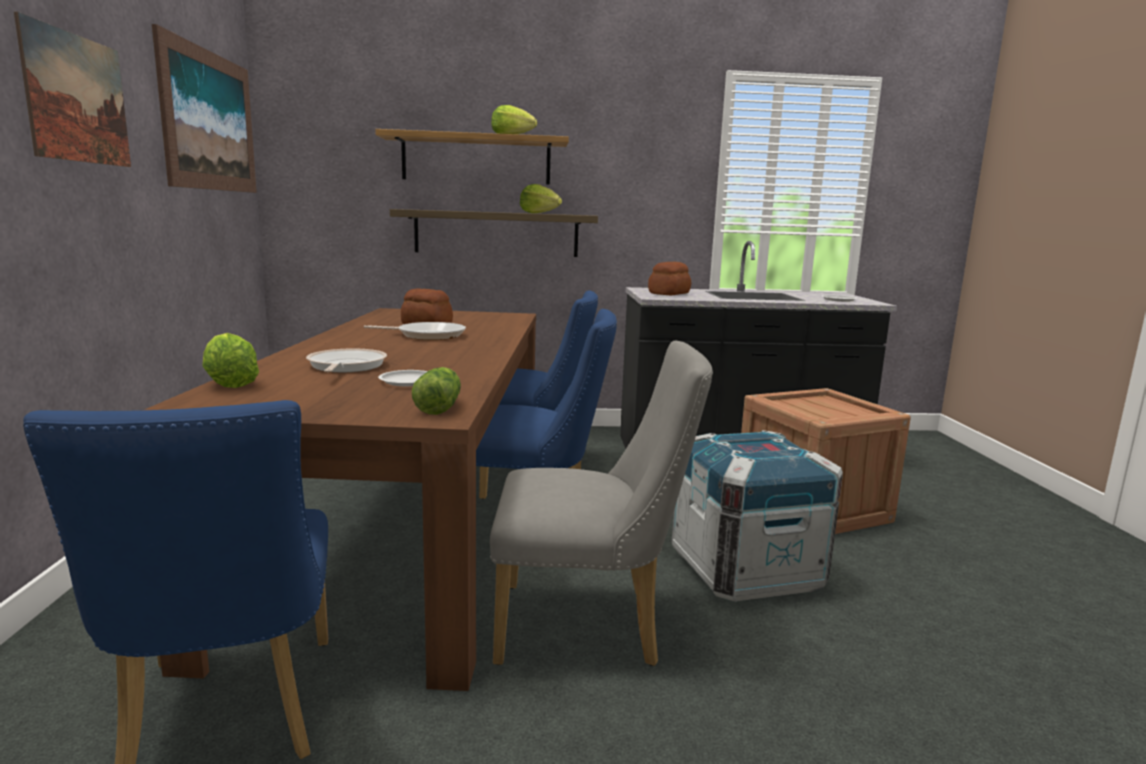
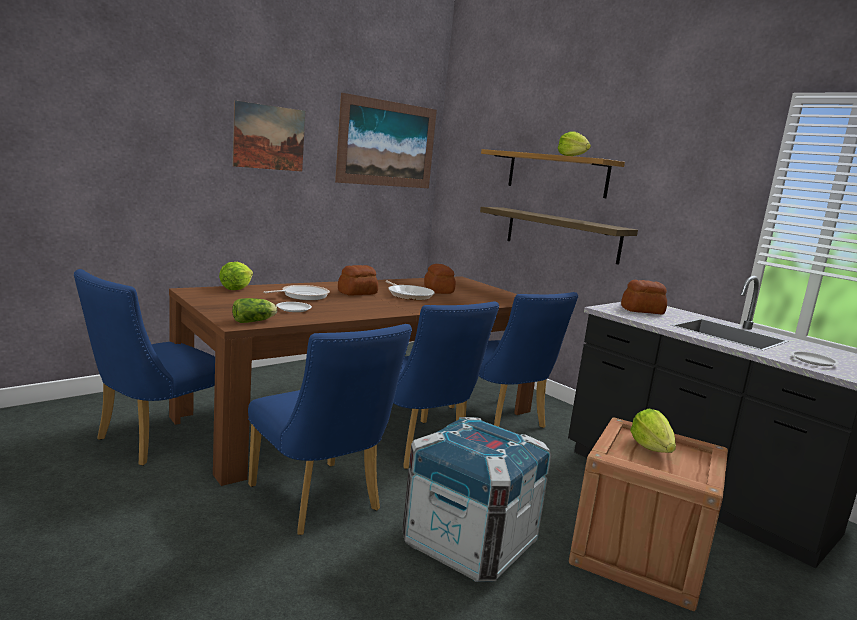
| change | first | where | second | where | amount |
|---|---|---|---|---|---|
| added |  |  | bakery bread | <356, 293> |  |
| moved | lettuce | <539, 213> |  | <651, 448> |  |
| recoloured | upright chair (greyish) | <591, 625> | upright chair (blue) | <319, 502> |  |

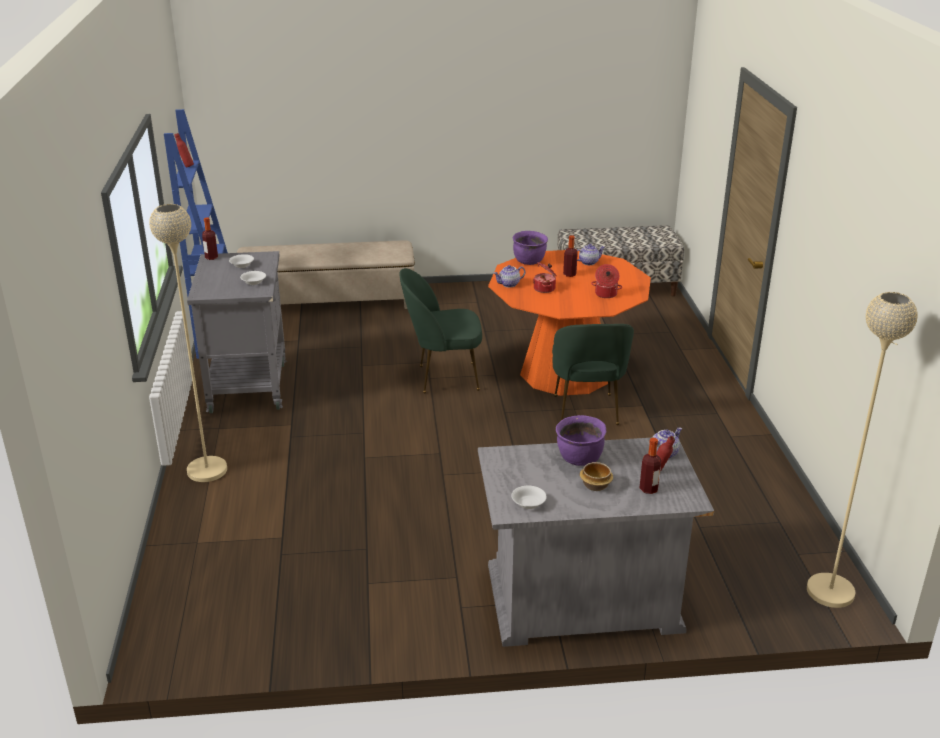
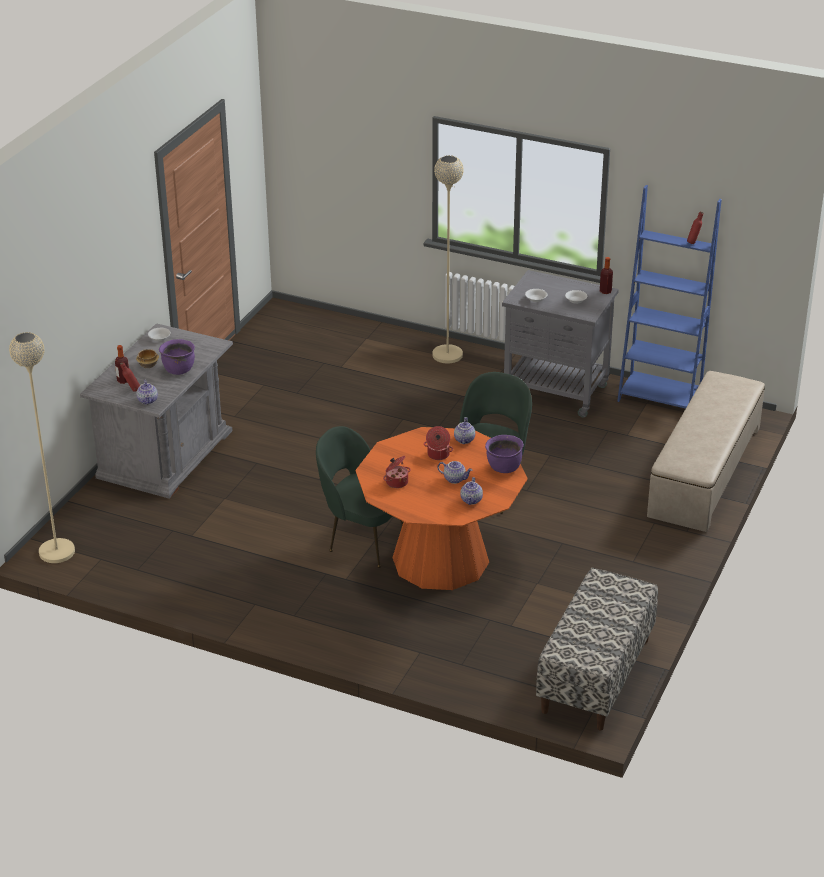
| change | first | where | second | where | amount |
|---|---|---|---|---|---|
| replaced | drink bottle | <569, 274> | teapot | <455, 479> |  |

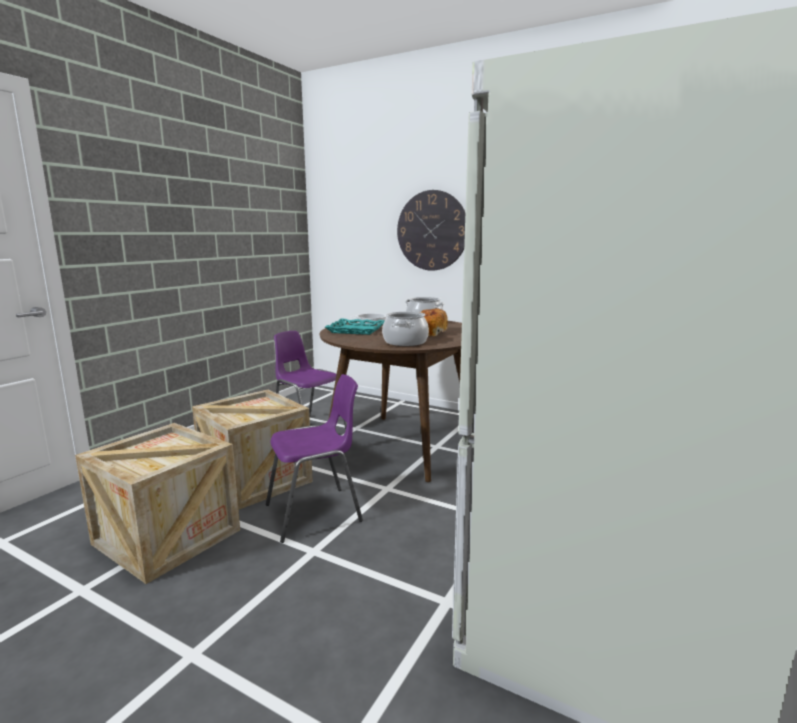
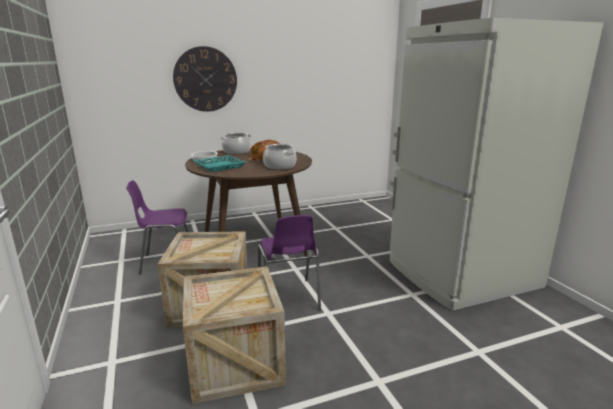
| change | first | where | second | where | amount |
|---|---|---|---|---|---|
| turned | upright chair (purple-coloured) | <316, 513> |  | <288, 299> | 150 degrees clockwise |

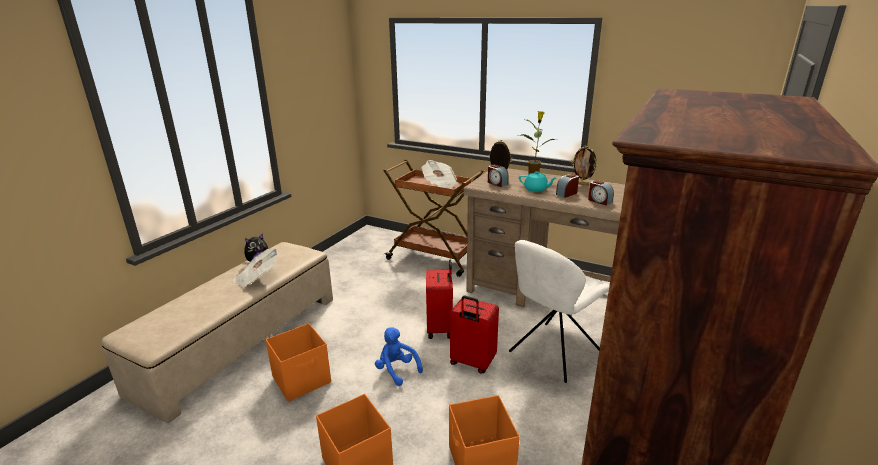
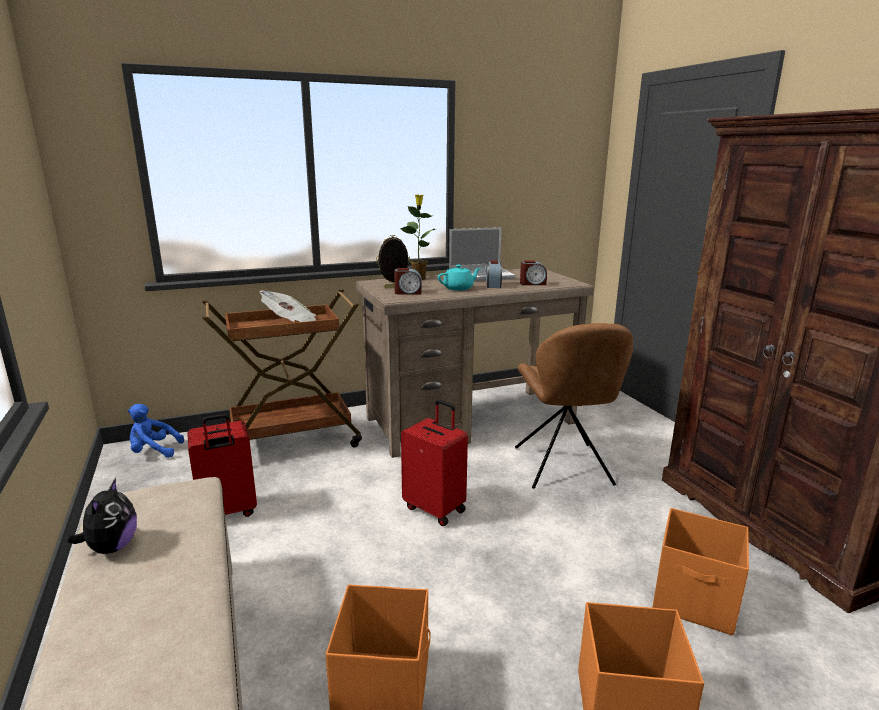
| change | first | where | second | where | amount |
|---|---|---|---|---|---|
| removed | printed paper | <257, 278> |  |  |  |
| moved | soft toy (blue) | <396, 370> |  | <153, 451> |  |
| moved | piece of luggage (red-coloured) | <472, 363> |  | <227, 512> |  |
| replaced | picture frame | <582, 184> | portable computer | <481, 276> |  |
| recoloured | upright chair (white) | <552, 353> | upright chair (brown-coloured) | <563, 468> |  |

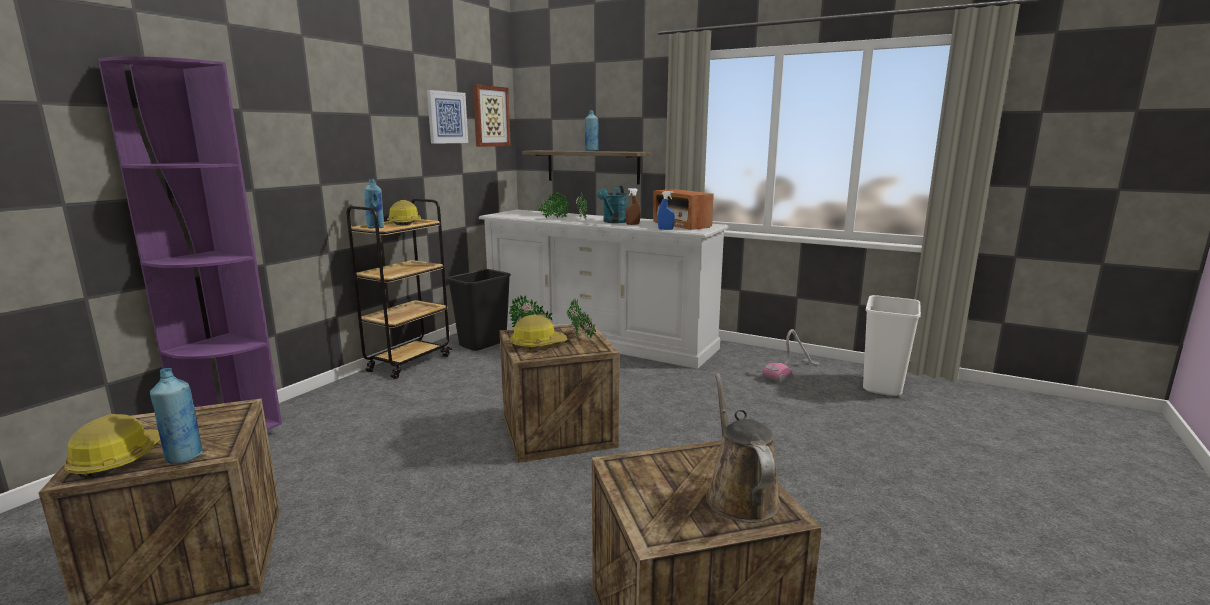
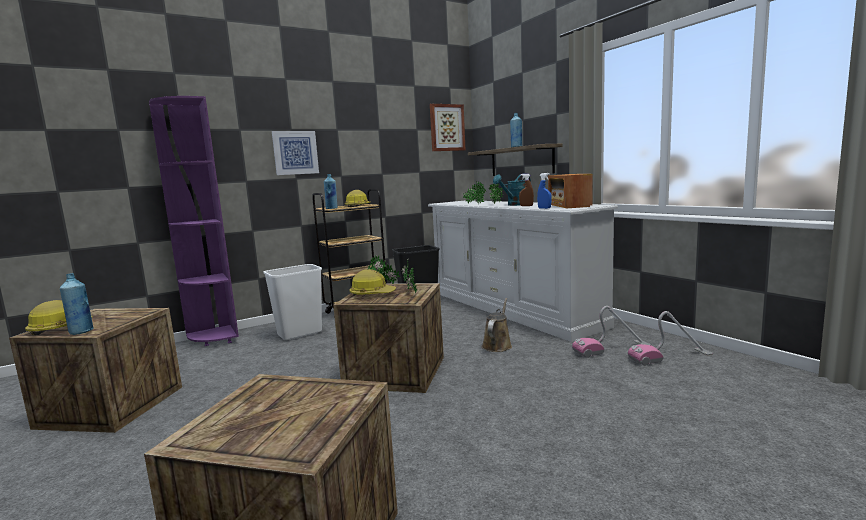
| change | first | where | second | where | amount |
|---|---|---|---|---|---|
| added |  |  | vacuum cleaner | <612, 349> |  |
| moved | picture | <447, 117> |  | <295, 152> |  |
| moved | watering pot (brown-coloured) | <739, 495> |  | <497, 345> |  |
| moved | trash can (white) | <883, 386> |  | <299, 334> |  |

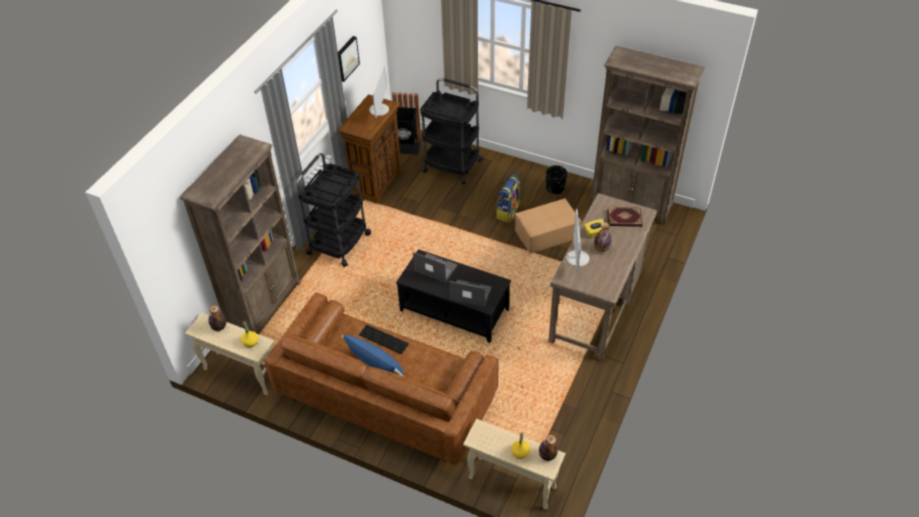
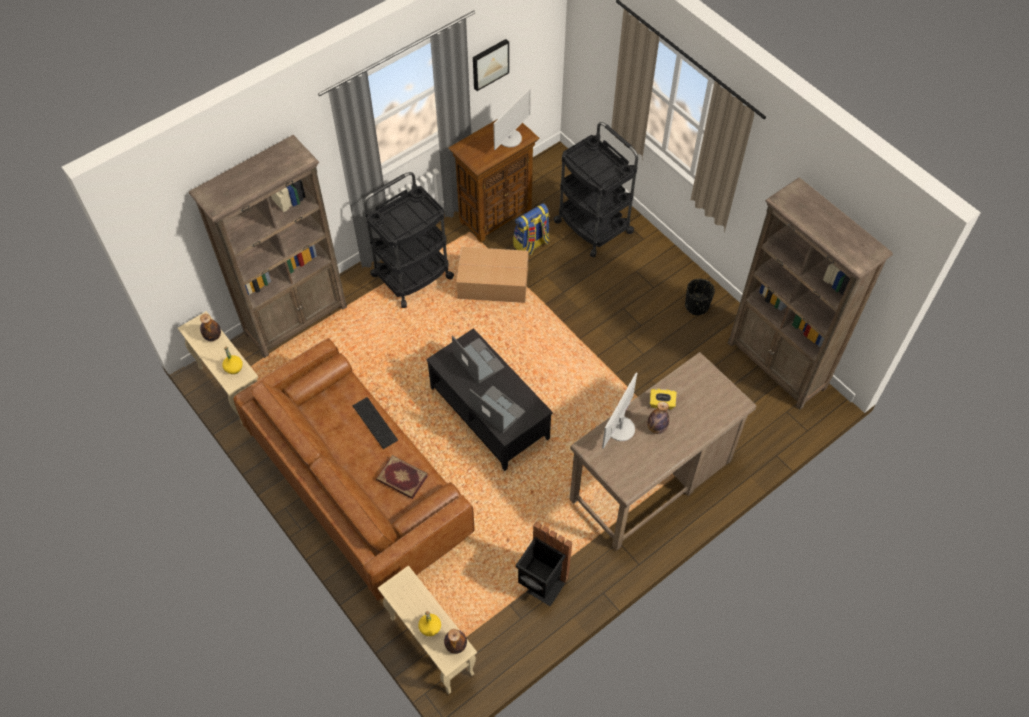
| change | first | where | second | where | amount |
|---|---|---|---|---|---|
| removed | cushion (blue) | <375, 364> |  |  |  |
| moved | trash can (black-coloured) | <407, 147> |  | <541, 584> |  |
| moved | knapsack | <508, 213> |  | <531, 244> |  |
| moved | packing box | <548, 234> |  | <494, 284> |  |
| moved | volume | <624, 218> |  | <401, 478> |  |

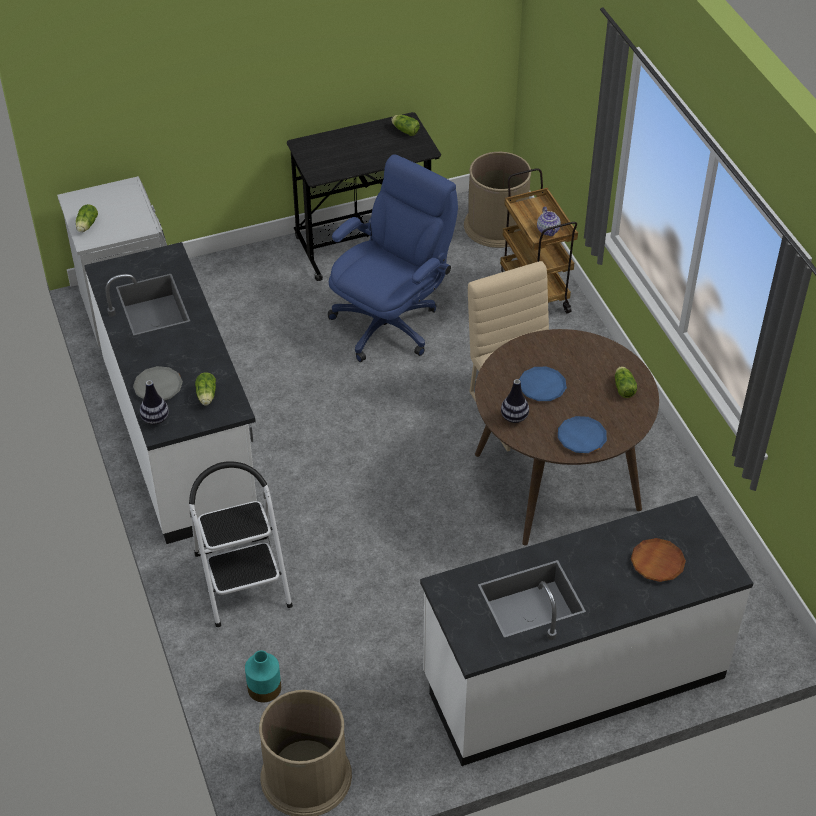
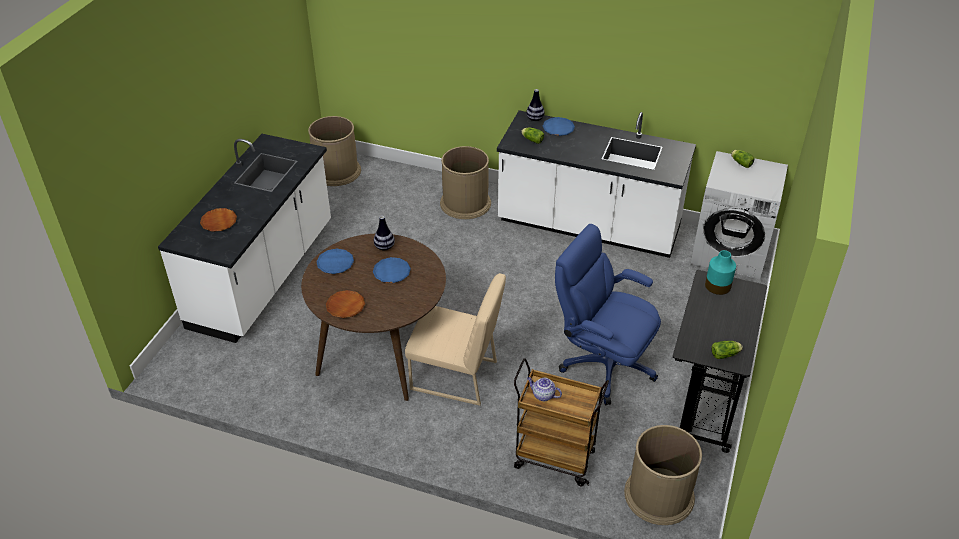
| change | first | where | second | where | amount |
|---|---|---|---|---|---|
| moved | vase (blue-green) | <264, 688> |  | <717, 286> |  |
| replaced | step ladder | <242, 577> | trash can (brown-coloured) | <465, 203> |  |
| replaced | lettuce | <623, 387> | plate (brown-coloured) | <345, 306> |  |
| recoloured | plate (greyish) | <158, 387> | plate (blue) | <558, 128> |  |
| turned | desk chair (blue) | <391, 322> |  | <602, 364> | 135 degrees clockwise |

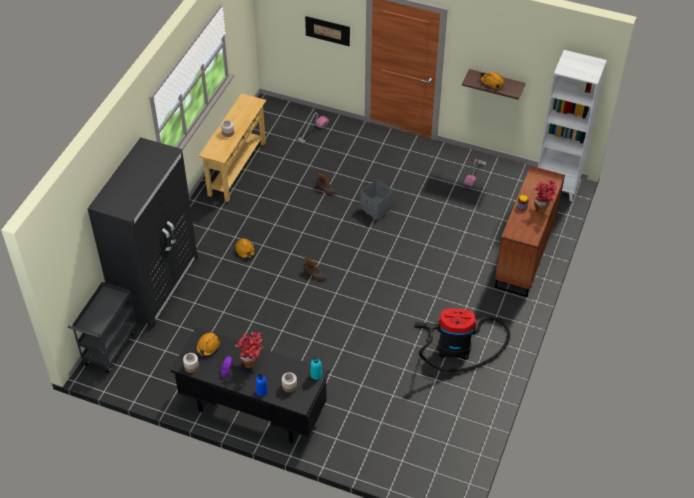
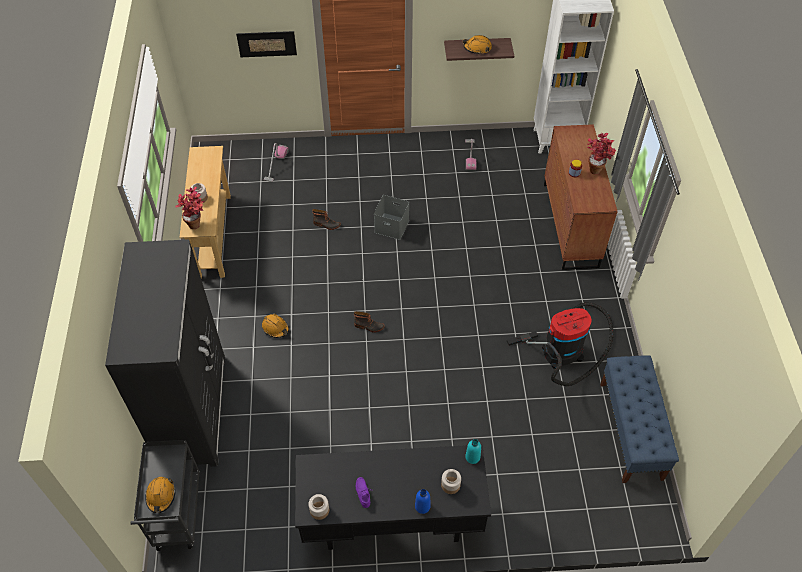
| change | first | where | second | where | amount |
|---|---|---|---|---|---|
| added |  |  | bench (blue) | <631, 431> |  |
| moved | hard hat (orange-coloured) | <208, 346> |  | <161, 496> |  |
| moved | potted plant | <252, 362> |  | <196, 222> |  |

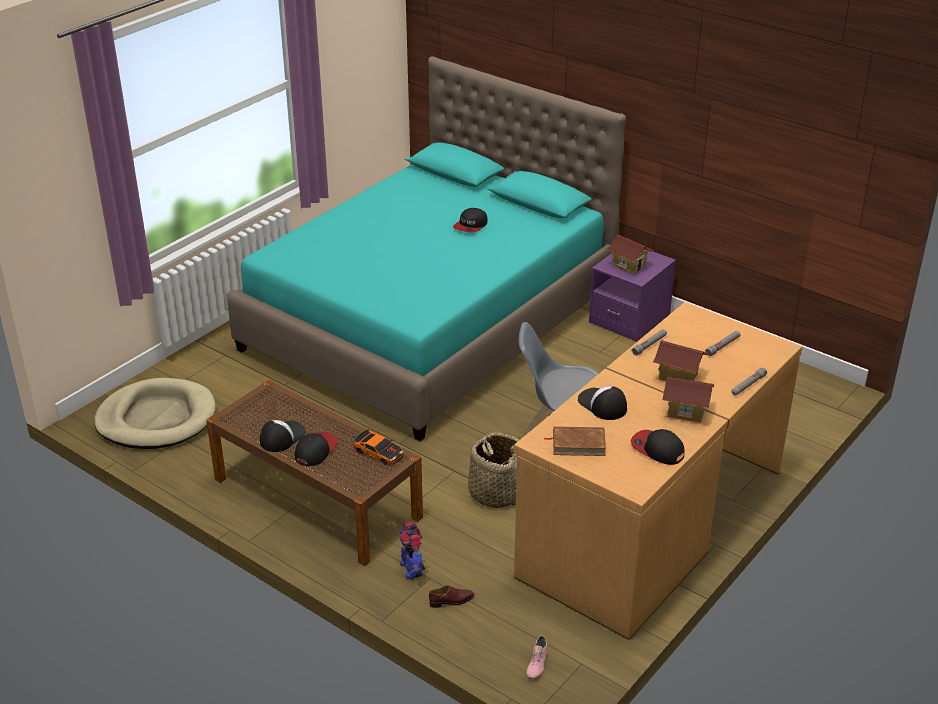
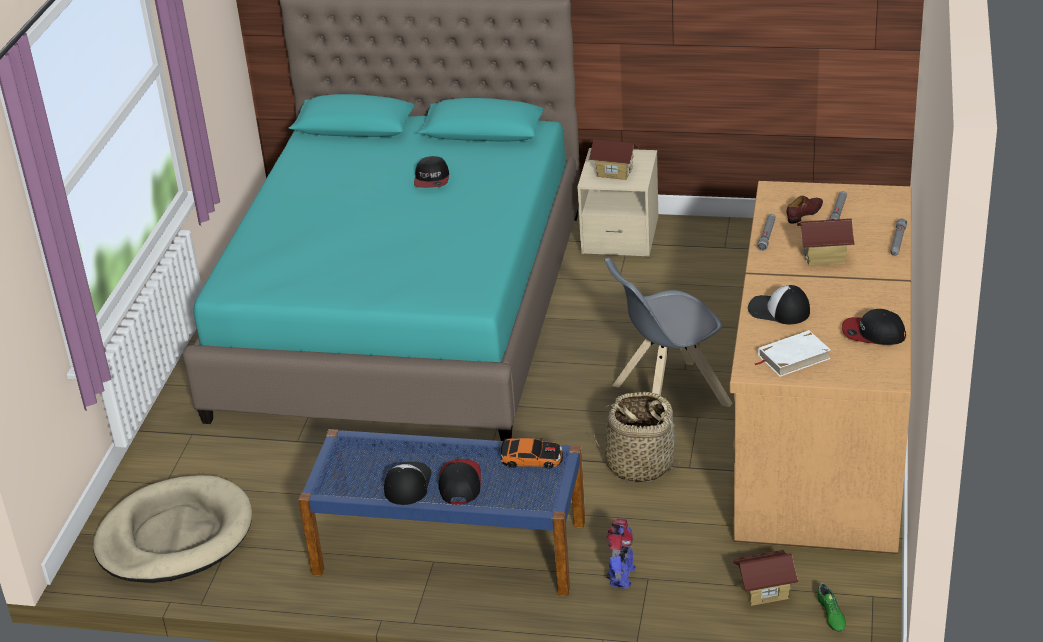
| change | first | where | second | where | amount |
|---|---|---|---|---|---|
| moved | shoe (brown-coloured) | <452, 601> |  | <805, 213> |  |
| moved | miniature house | <686, 411> |  | <764, 591> |  |
| recoloured | bench (brown-coloured) | <316, 499> | bench (blue) | <449, 548> |  |
| recoloured | shoe (pinkish) | <537, 664> | shoe (greenish) | <830, 615> |  |
| recoloured | volume (brown-coloured) | <578, 444> | volume (white) | <793, 357> |  |
| recoloured | nightstand (purple-coloured) | <629, 319> | nightstand (sand-coloured) | <620, 236> |  |
| turned | model robot | <412, 568> |  | <621, 577> | 120 degrees counterclockwise |

